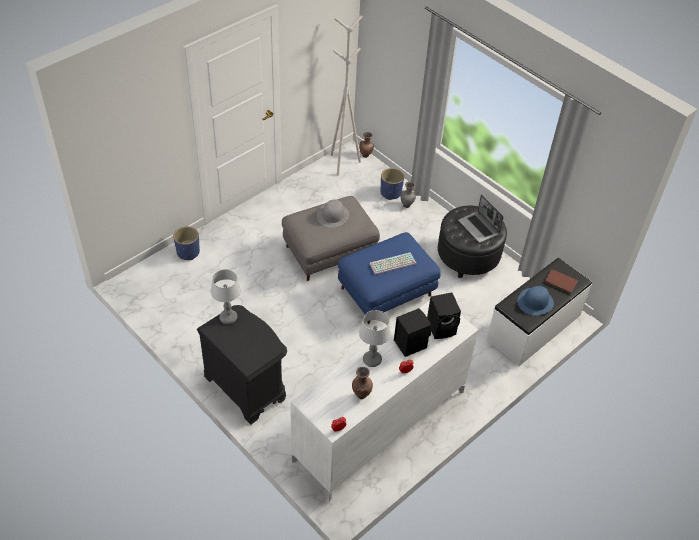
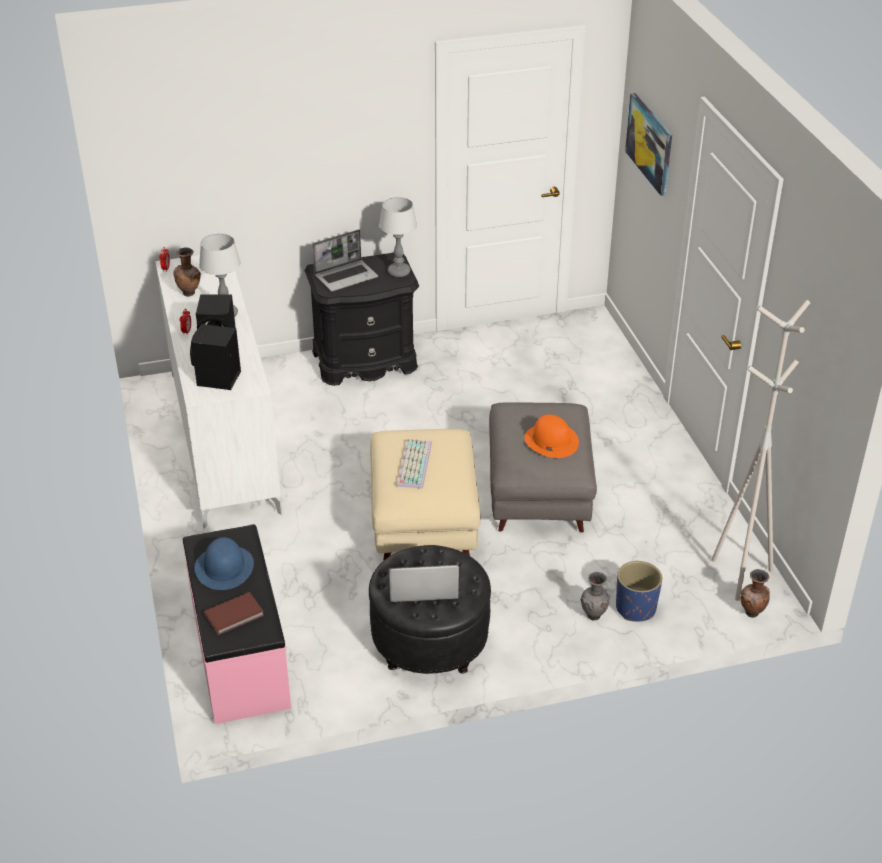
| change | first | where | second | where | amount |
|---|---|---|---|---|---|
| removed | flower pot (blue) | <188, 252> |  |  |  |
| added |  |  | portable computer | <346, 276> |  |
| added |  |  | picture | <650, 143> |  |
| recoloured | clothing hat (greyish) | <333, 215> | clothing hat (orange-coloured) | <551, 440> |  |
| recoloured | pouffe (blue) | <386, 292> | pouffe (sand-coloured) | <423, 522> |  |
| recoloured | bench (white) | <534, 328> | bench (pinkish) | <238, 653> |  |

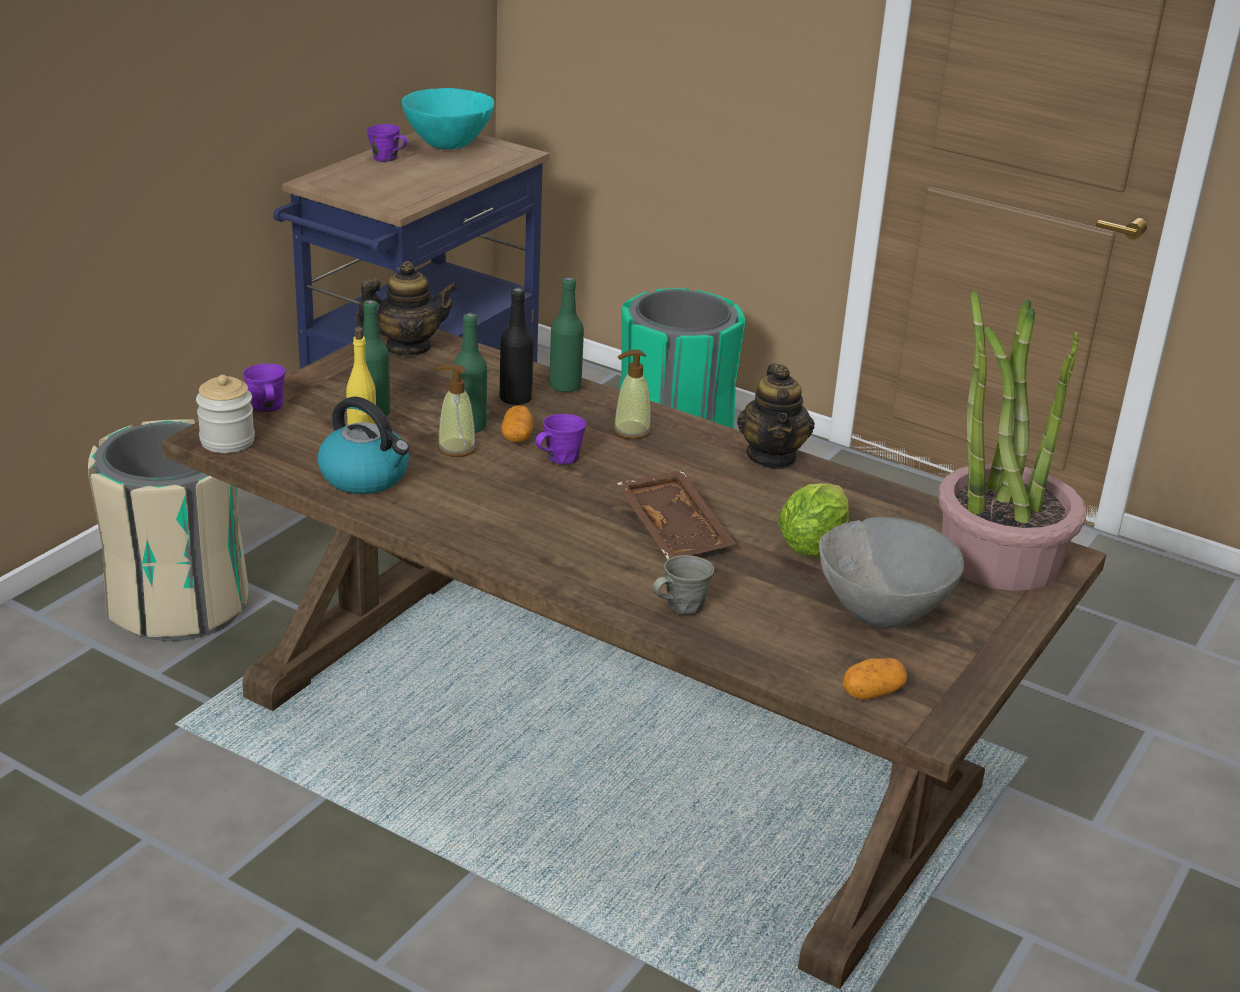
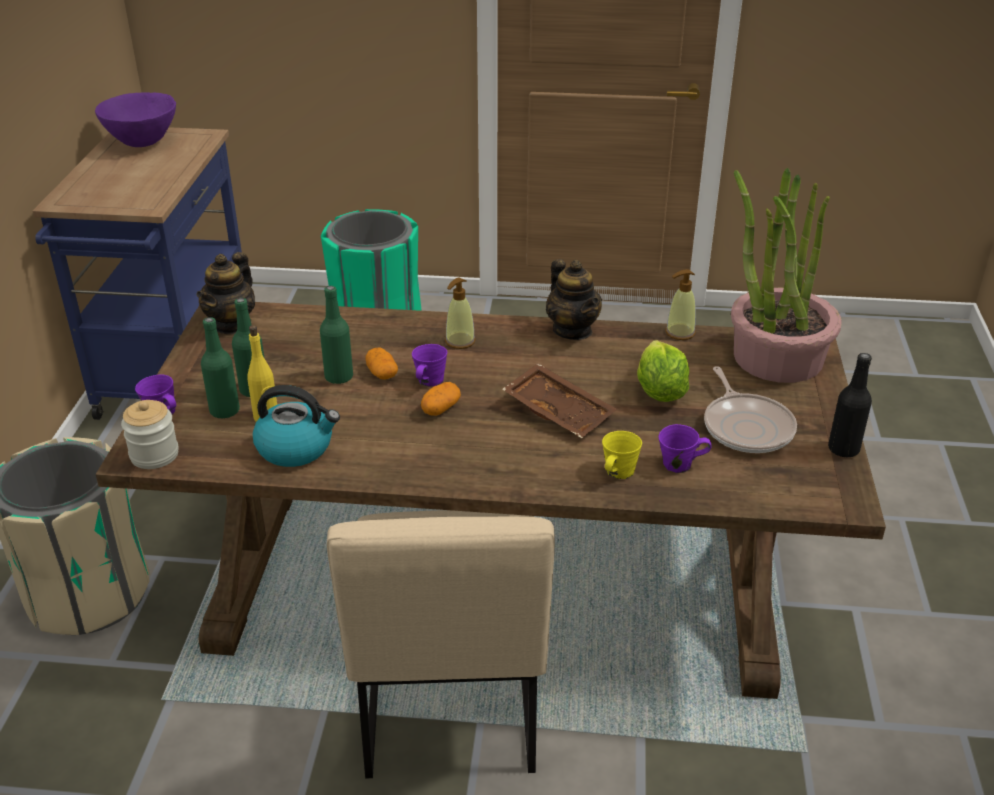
| change | first | where | second | where | amount |
|---|---|---|---|---|---|
| added |  |  | upright chair (sand-coloured) | <448, 700> |  |
| moved | mug (purple-coloured) | <386, 159> |  | <679, 465> |  |
| moved | liquid soap bottle | <456, 448> |  | <679, 333> |  |
| moved | drink bottle (black-coloured) | <515, 399> |  | <843, 449> |  |
| moved | drink bottle (greenish) | <565, 386> |  | <224, 411> |  |
| moved | whole potato | <872, 692> |  | <440, 408> |  |
| replaced | bowl (greyish) | <882, 612> | pan | <746, 427> |  |
| recoloured | bowl (blue-green) | <448, 146> | bowl (purple-coloured) | <143, 143> |  |
| recoloured | mug (greyish) | <682, 607> | mug (yellow) | <618, 472> |  |
| turned | teapot | <408, 347> |  | <232, 324> | 150 degrees clockwise |

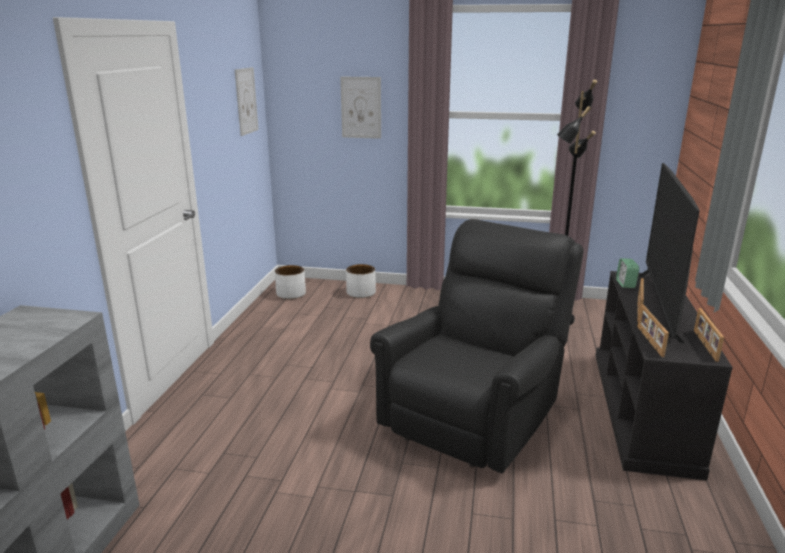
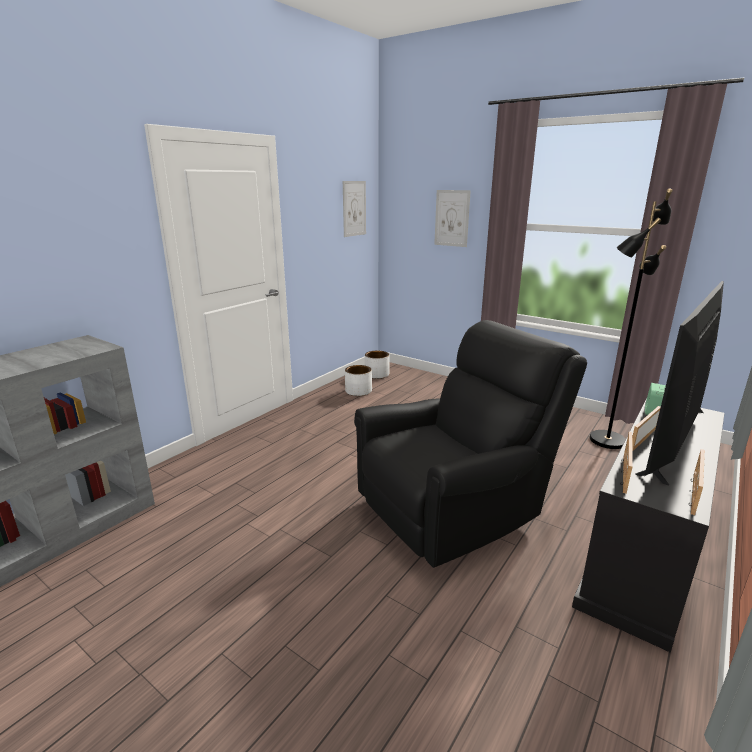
| change | first | where | second | where | amount |
|---|---|---|---|---|---|
| moved | flower pot (white) | <361, 293> |  | <358, 391> |  |

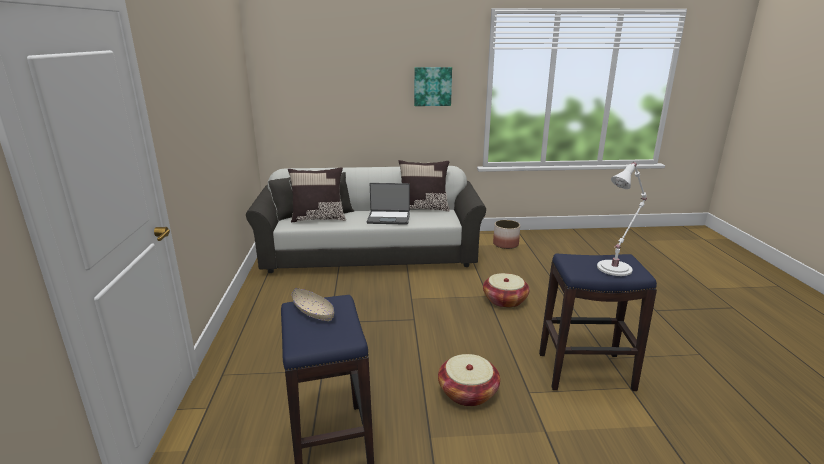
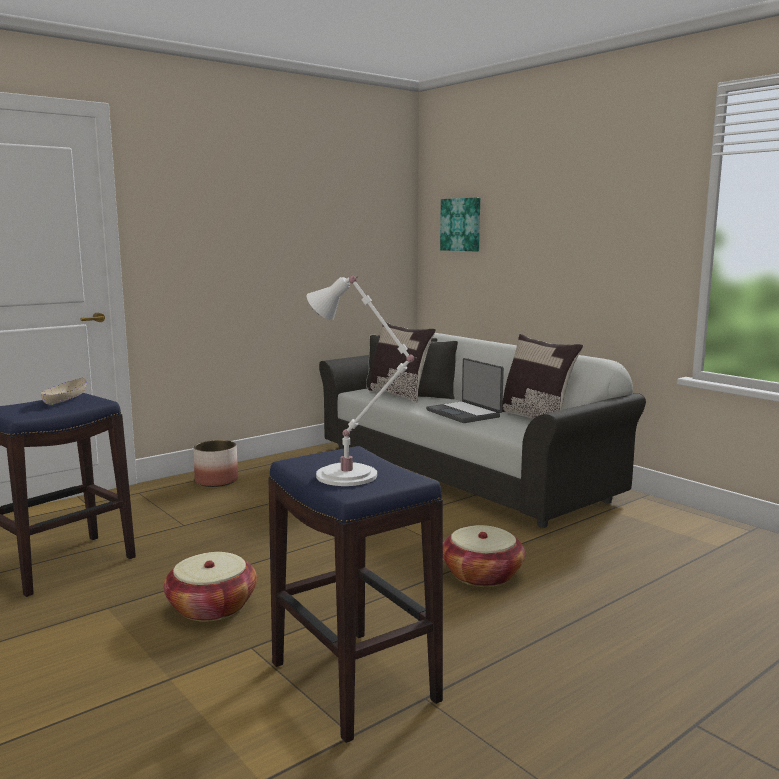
| change | first | where | second | where | amount |
|---|---|---|---|---|---|
| moved | picture | <432, 86> |  | <461, 224> |  |
| moved | flower pot | <505, 244> |  | <217, 480> |  |

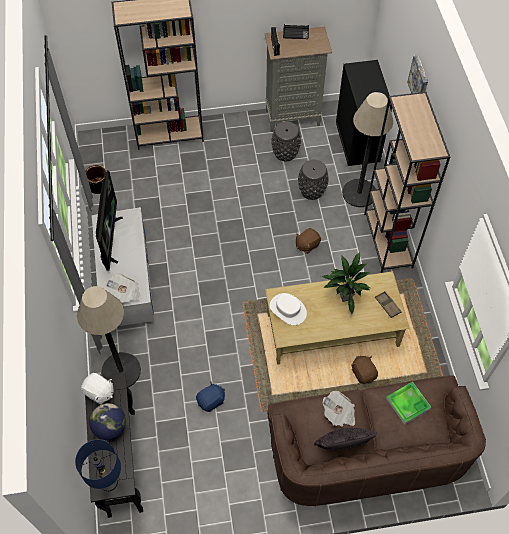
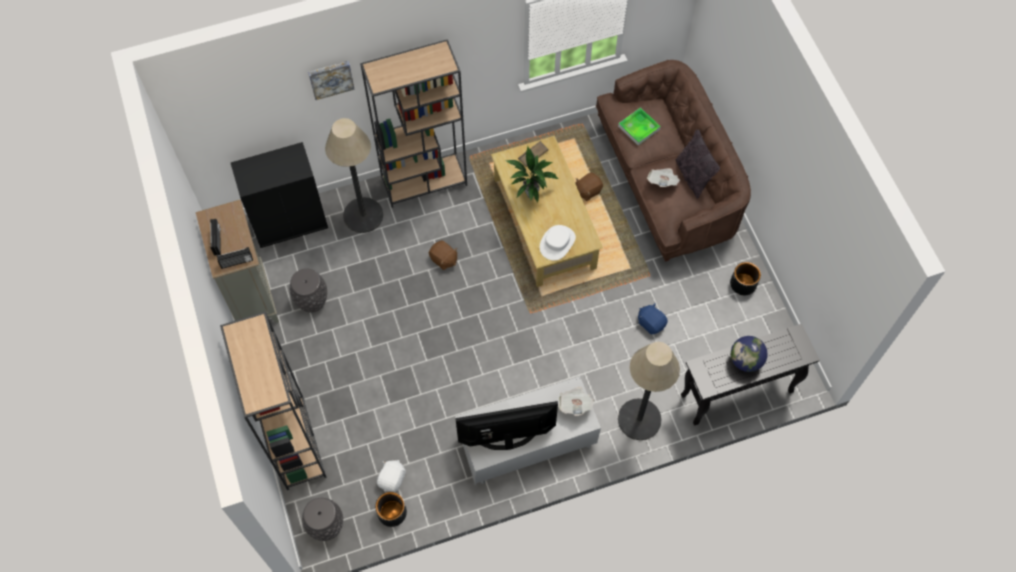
| change | first | where | second | where | amount |
|---|---|---|---|---|---|
| removed | lamp for a table (blue) | <109, 482> |  |  |  |
| added |  |  | flower pot (black-coloured) | <743, 284> |  |
| moved | soft toy (white) | <99, 392> |  | <392, 479> |  |
| moved | stool seat (greyish) | <312, 191> |  | <326, 525> |  |

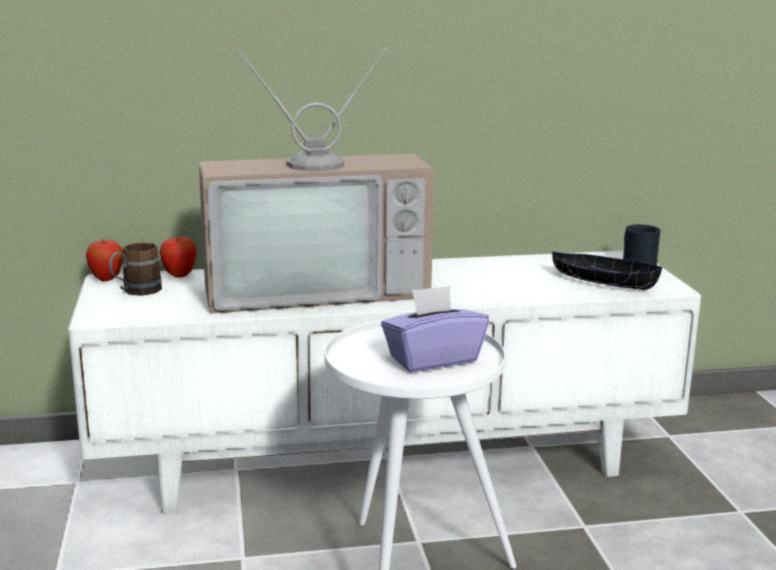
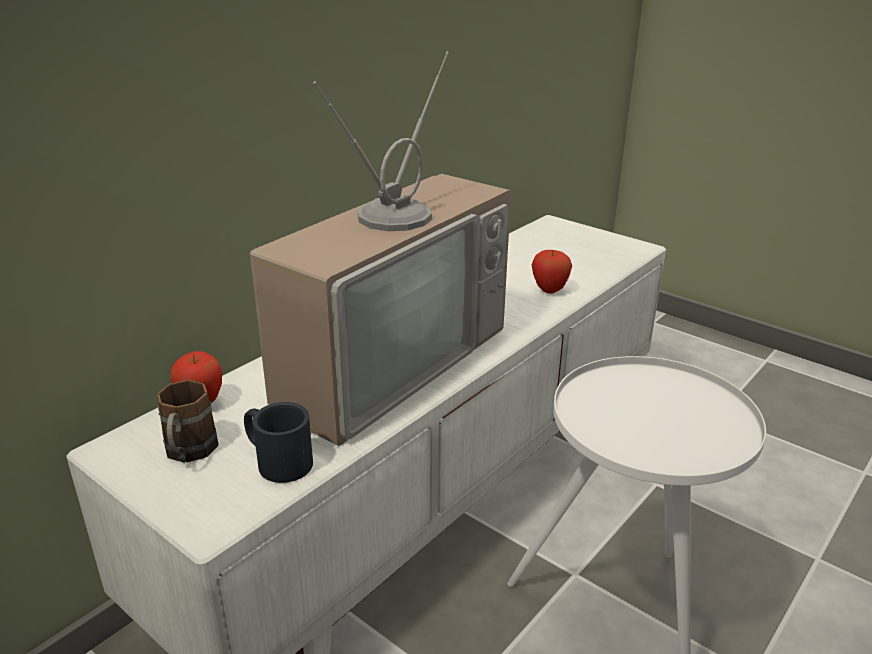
| change | first | where | second | where | amount |
|---|---|---|---|---|---|
| removed | tissue box (purple-coloured) | <433, 359> |  |  |  |
| removed | bowl (black-coloured) | <603, 282> |  |  |  |
| moved | apple fruit | <107, 279> |  | <549, 290> |  |
| moved | mug (black-coloured) | <636, 261> |  | <277, 460> |  |

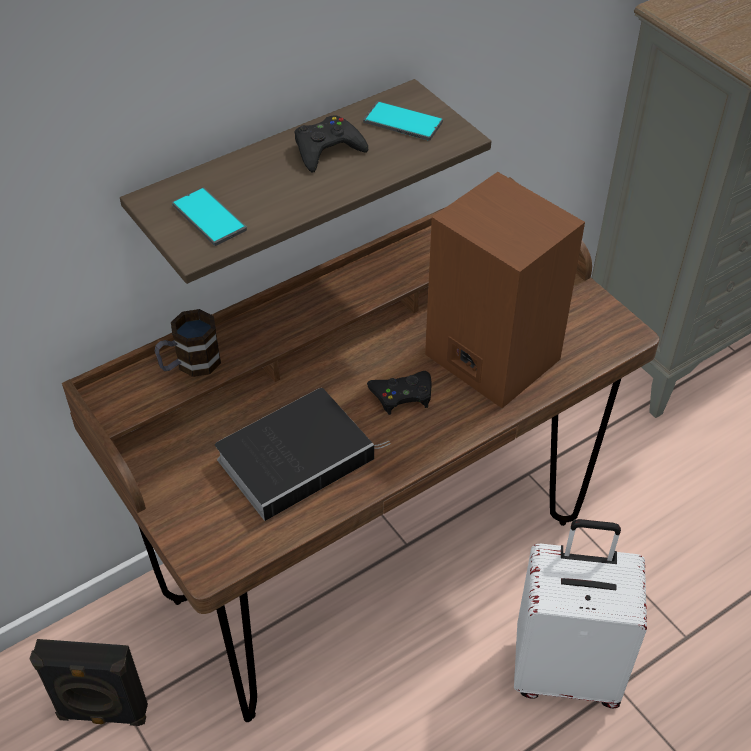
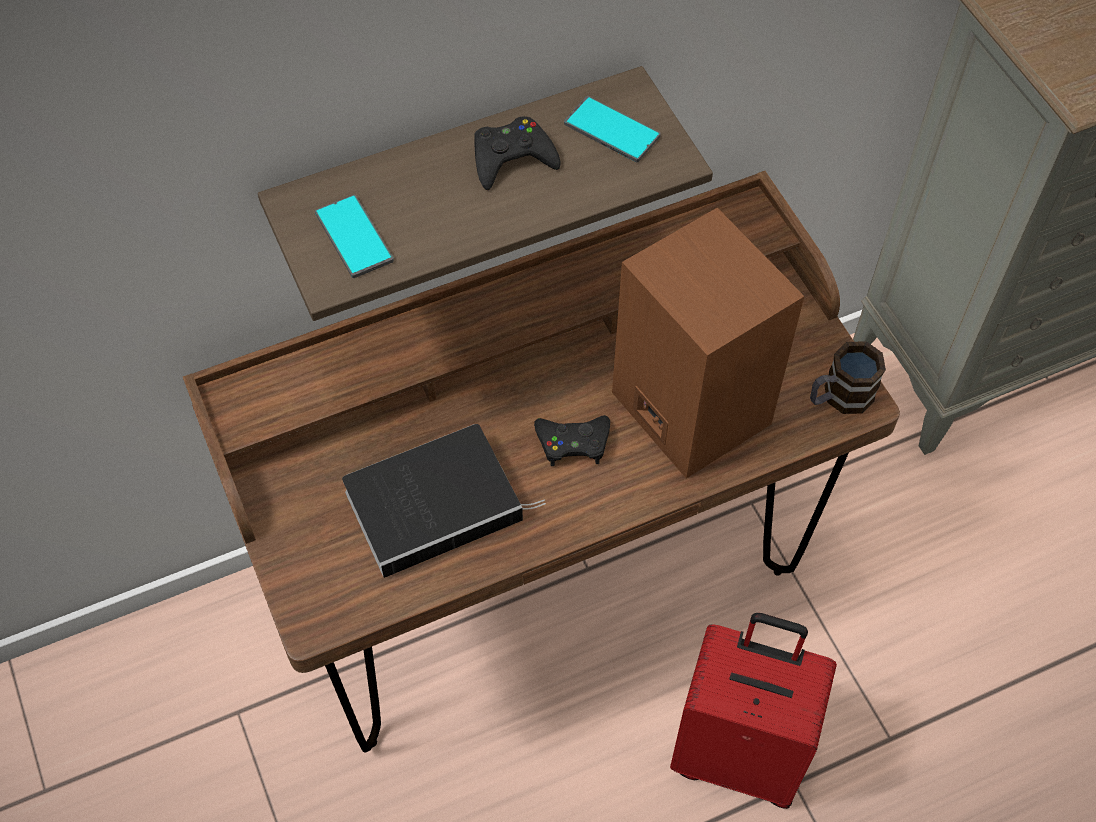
| change | first | where | second | where | amount |
|---|---|---|---|---|---|
| removed | speaker (black-coloured) | <102, 714> |  |  |  |
| moved | mug | <190, 364> |  | <839, 397> |  |
| recoloured | piece of luggage (white) | <566, 669> | piece of luggage (red-coloured) | <739, 752> |  |

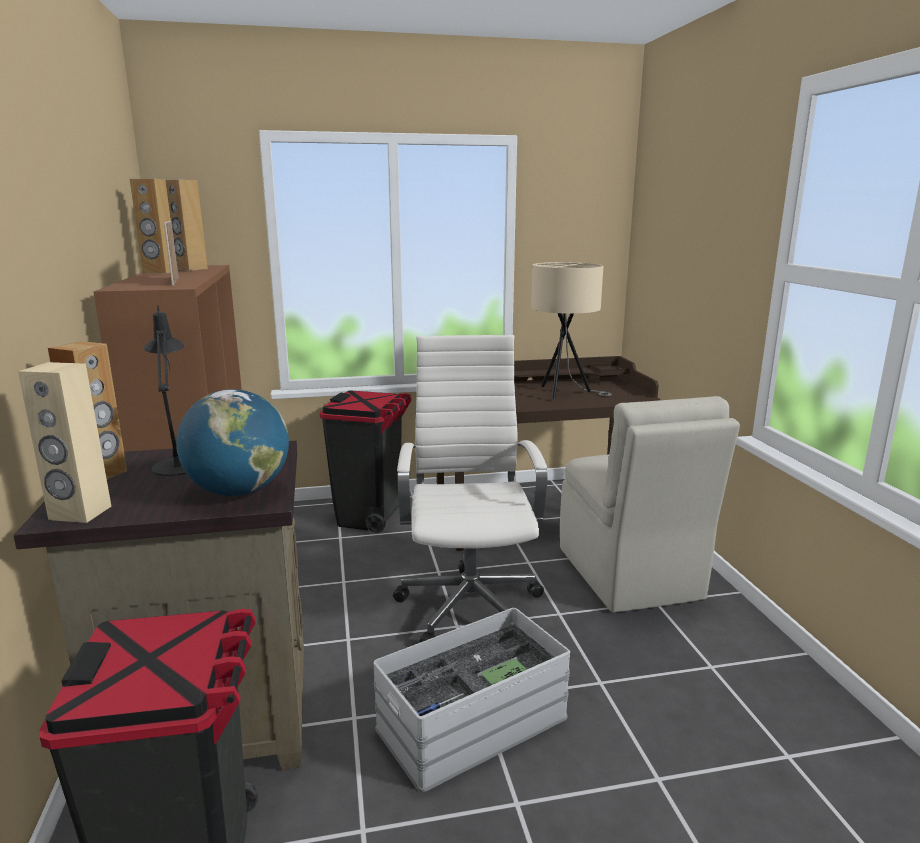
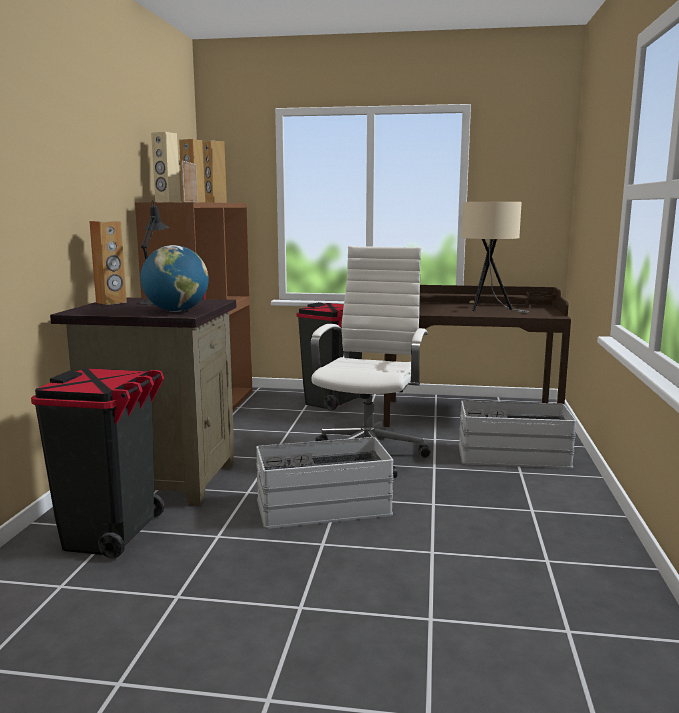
| change | first | where | second | where | amount |
|---|---|---|---|---|---|
| moved | speaker (sand-coloured) | <80, 513> |  | <167, 202> |  |
| replaced | upright chair (sand-coloured) | <629, 575> | storage box (greyish) | <513, 456> |  |

